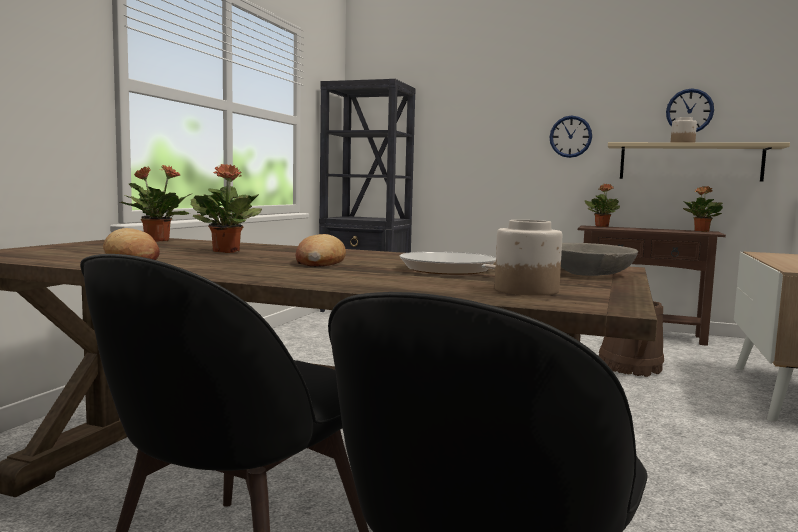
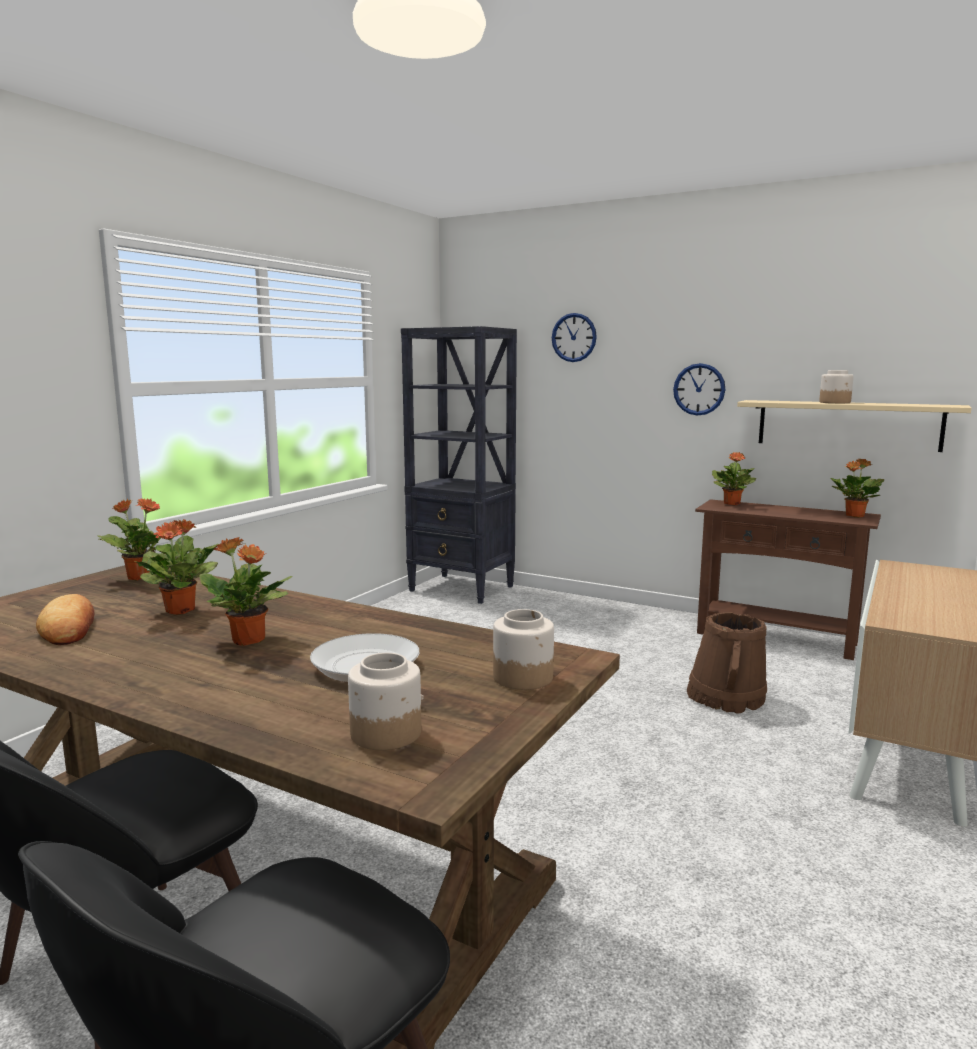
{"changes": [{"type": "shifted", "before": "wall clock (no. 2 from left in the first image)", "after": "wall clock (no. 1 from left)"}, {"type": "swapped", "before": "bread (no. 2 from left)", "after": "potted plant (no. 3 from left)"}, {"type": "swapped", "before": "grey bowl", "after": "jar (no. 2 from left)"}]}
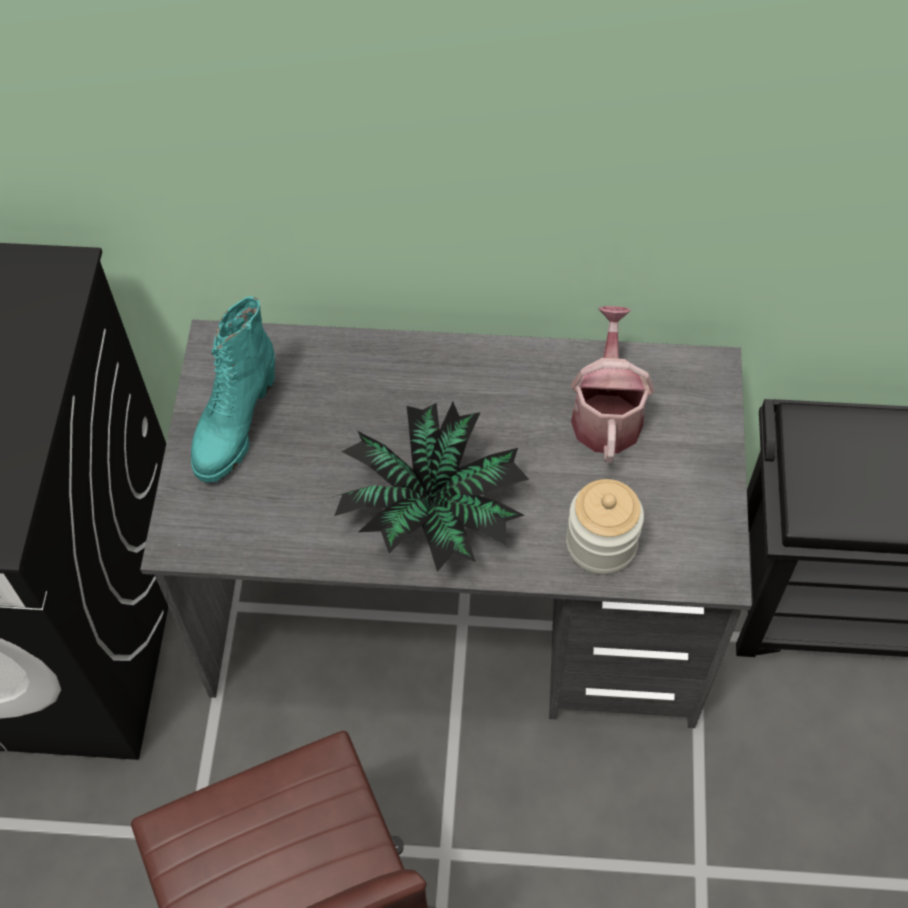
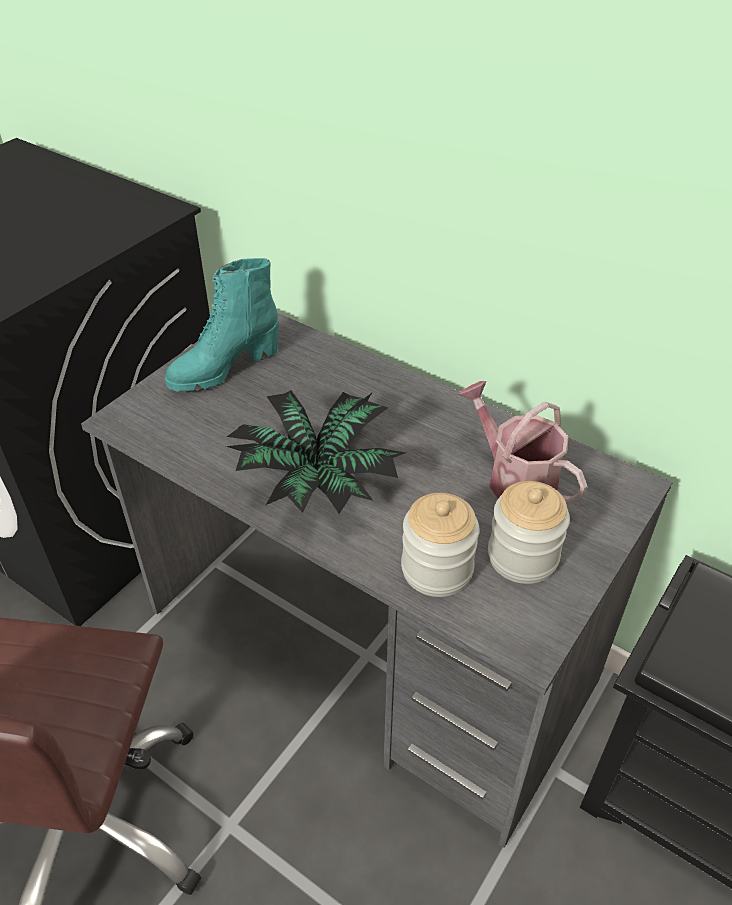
{"changes": [{"type": "new", "after": "jar (no. 2 from left)"}, {"type": "rotated", "before": "watering can", "turn": -75}]}
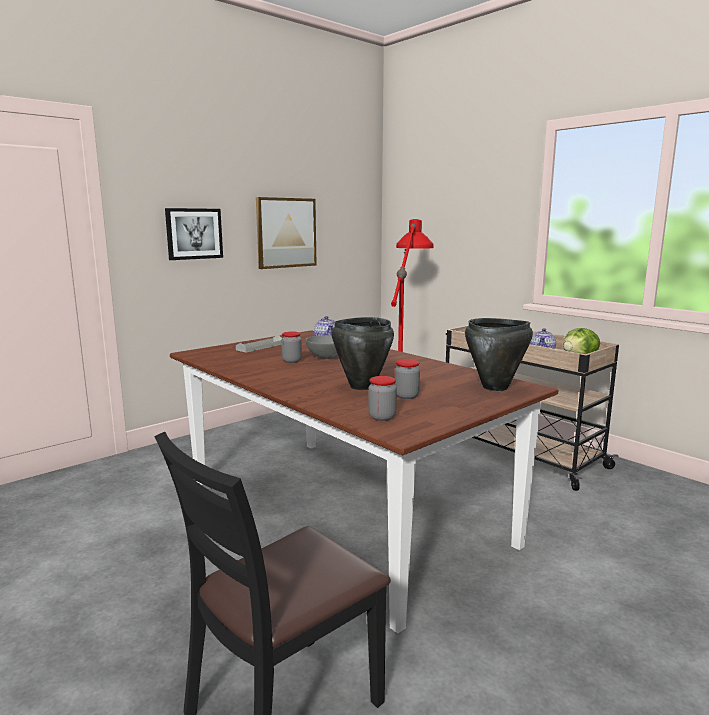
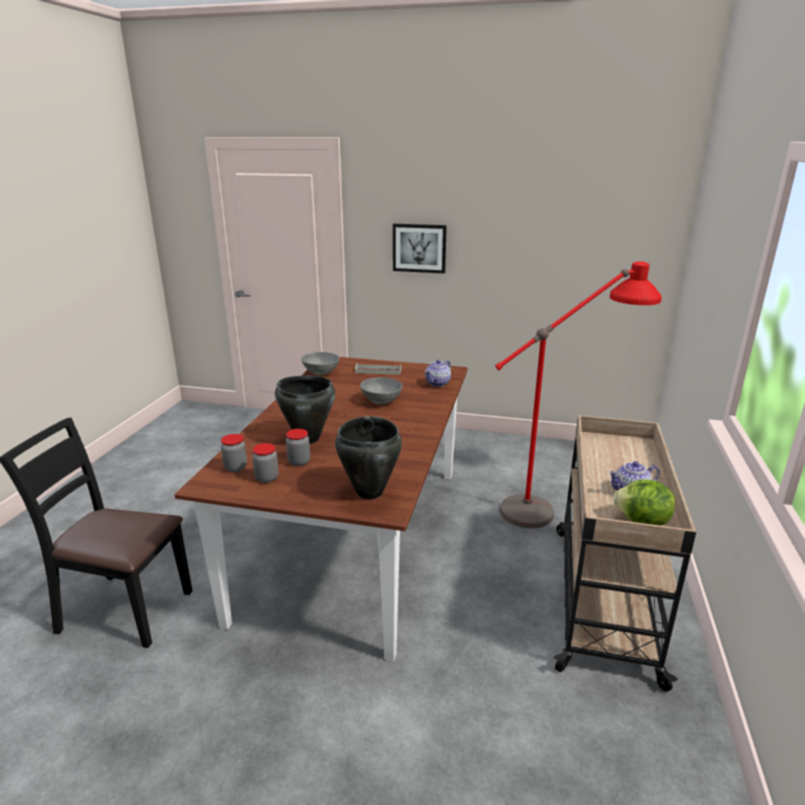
{"changes": [{"type": "gone", "before": "picture (no. 2 from left)"}, {"type": "new", "after": "grey bowl (no. 1 from left)"}, {"type": "shifted", "before": "jar (no. 1 from left in the first image)", "after": "jar (no. 2 from left)"}]}
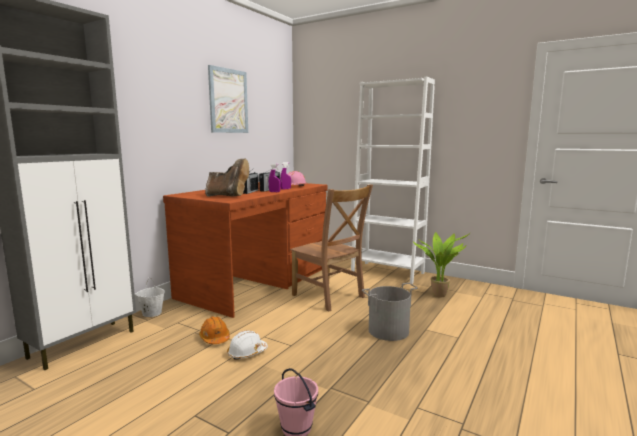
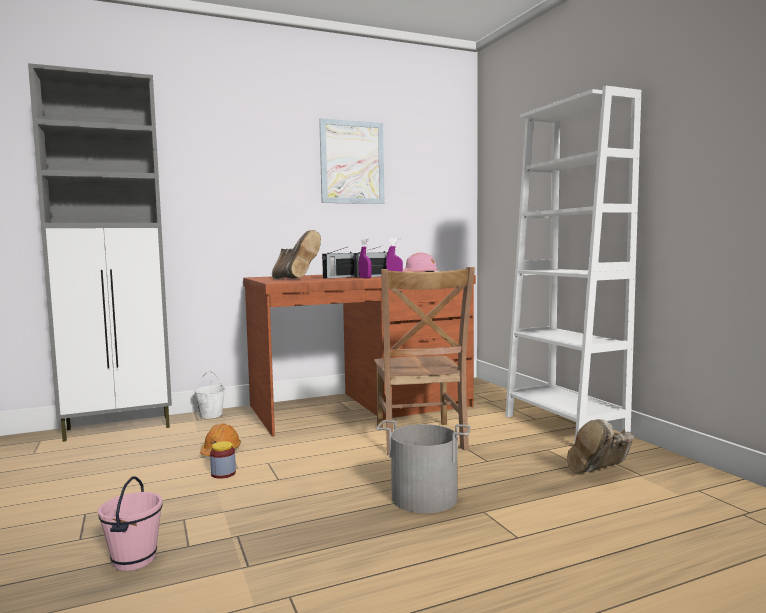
{"changes": [{"type": "swapped", "before": "white hard hat", "after": "jar"}, {"type": "swapped", "before": "potted plant", "after": "brown boot (no. 2 from left)"}]}
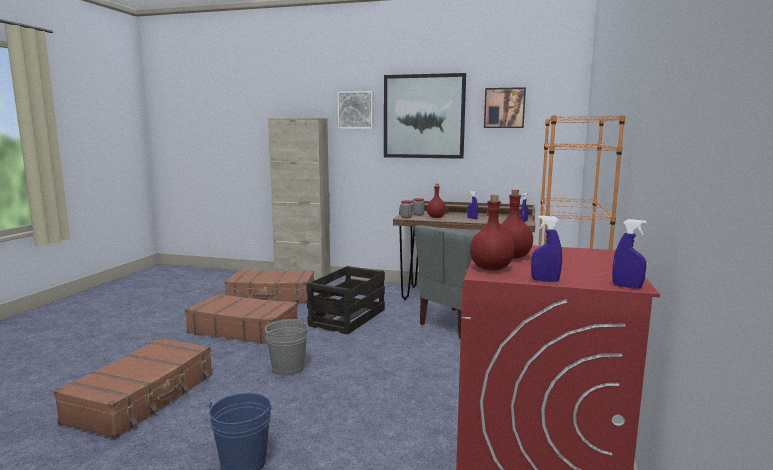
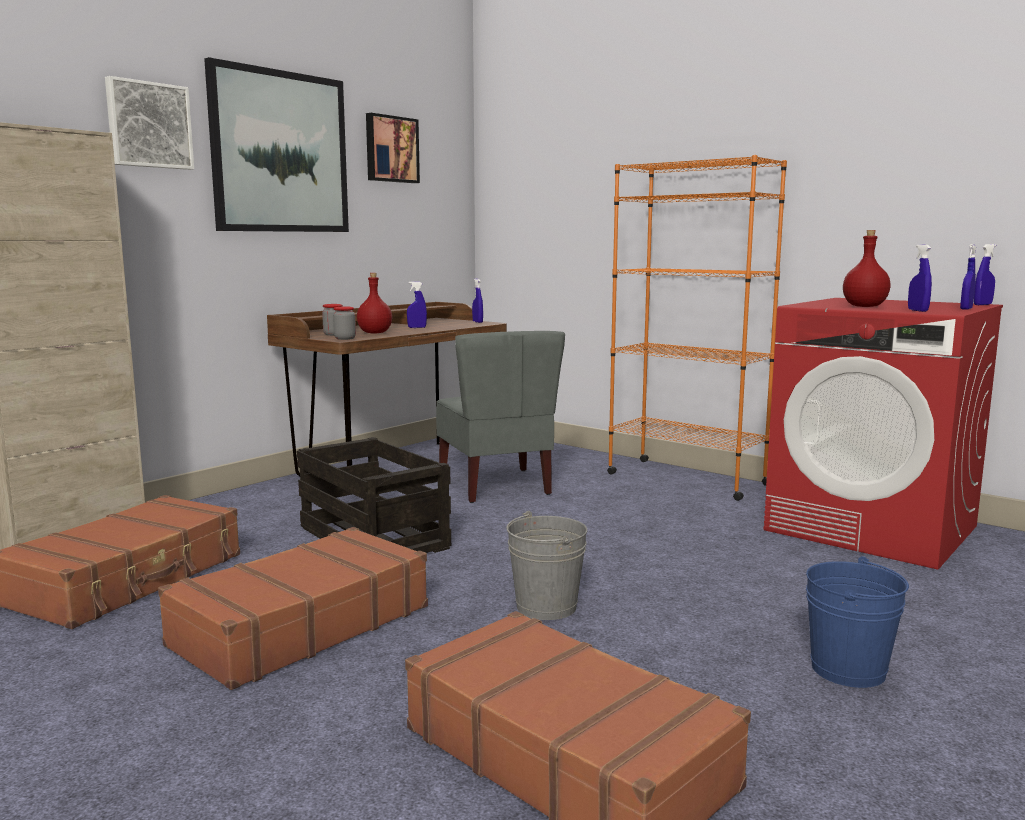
{"changes": [{"type": "swapped", "before": "red bottle (no. 2 from left)", "after": "blue spray bottle (no. 3 from left)"}]}
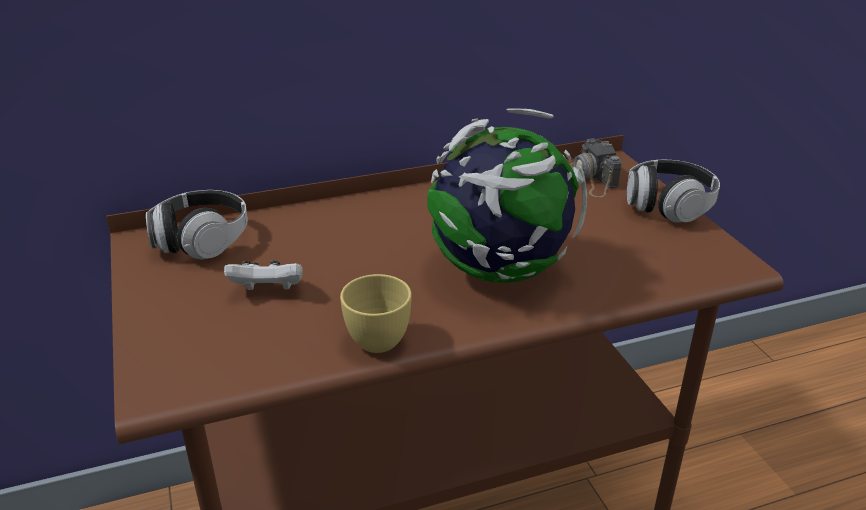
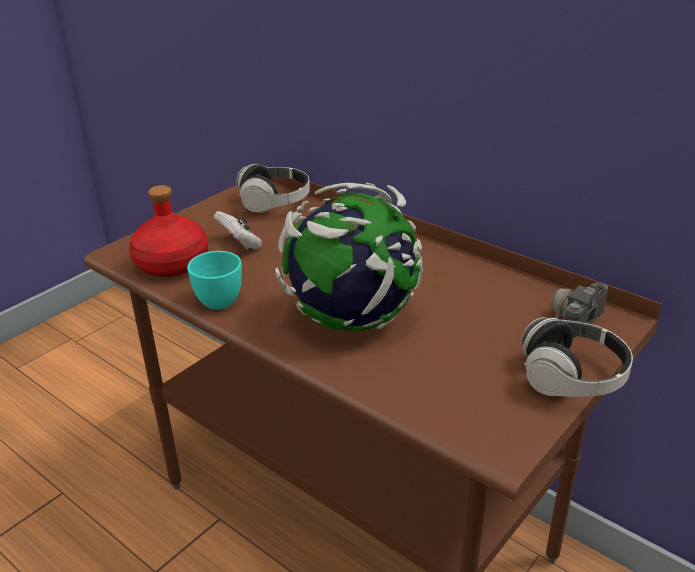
{"changes": [{"type": "new", "after": "red bottle"}, {"type": "repainted", "before": "yellow cup", "after": "turquoise cup"}]}
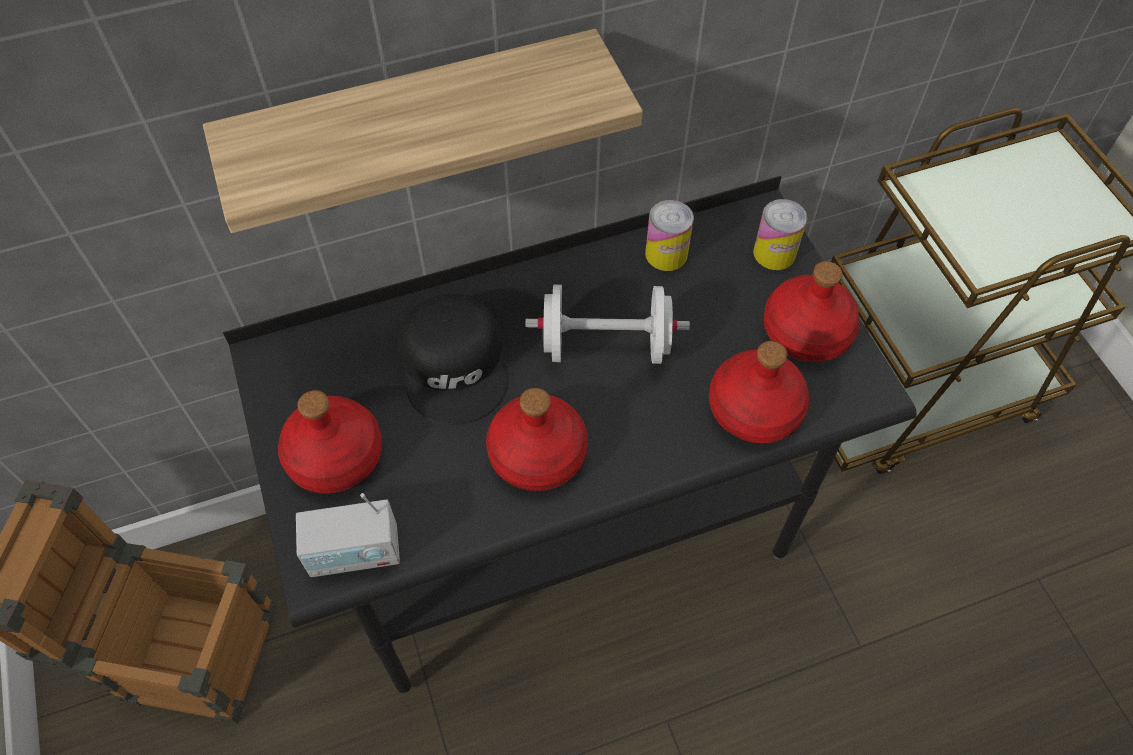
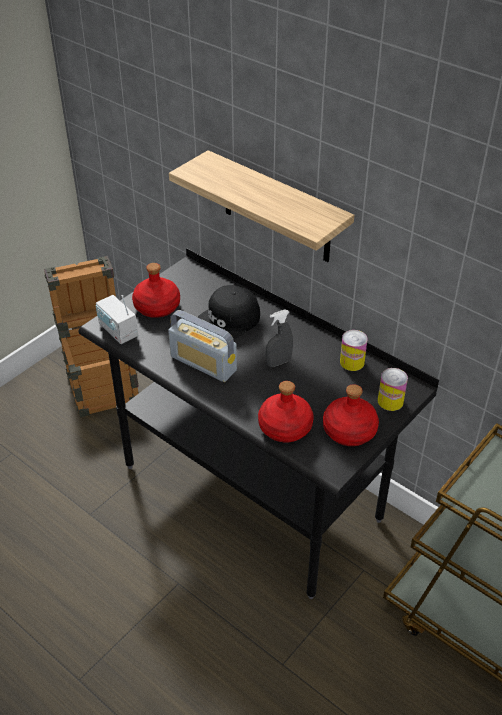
{"changes": [{"type": "swapped", "before": "red bottle (no. 2 from left)", "after": "radio (no. 2 from left)"}, {"type": "swapped", "before": "white dumbbell", "after": "grey spray bottle"}]}
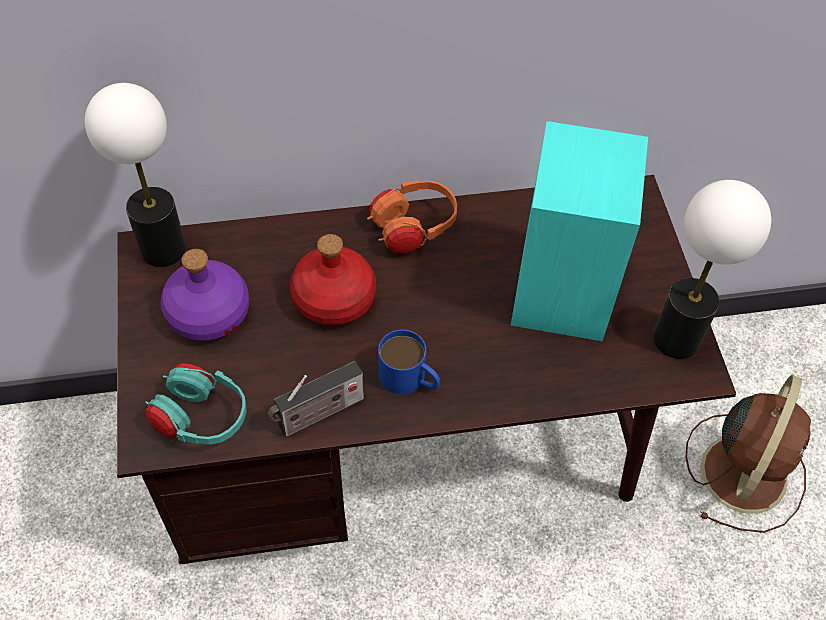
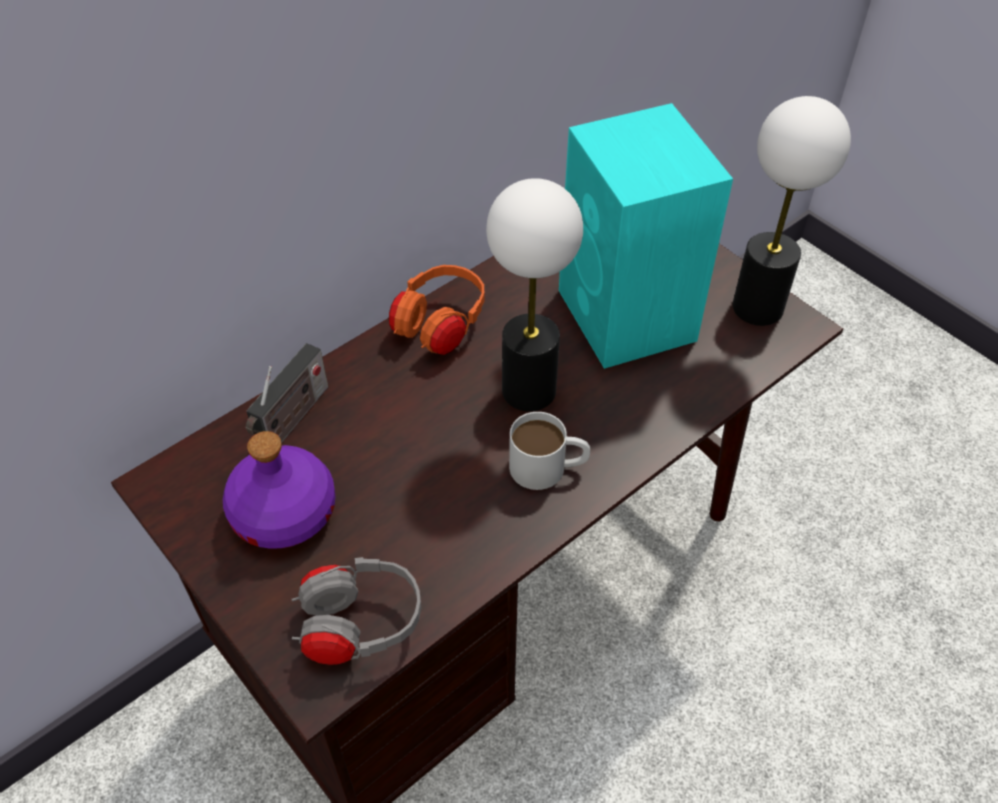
{"changes": [{"type": "gone", "before": "red bottle"}, {"type": "gone", "before": "brown fan"}, {"type": "shifted", "before": "table lamp (no. 1 from left)"}, {"type": "shifted", "before": "radio"}, {"type": "repainted", "before": "turquoise headphones", "after": "grey headphones"}, {"type": "repainted", "before": "blue mug", "after": "white mug"}]}
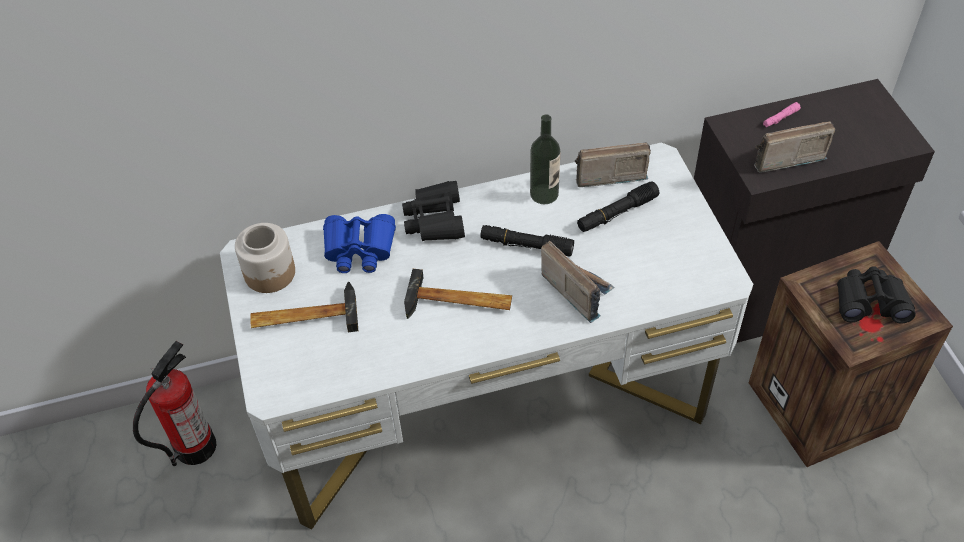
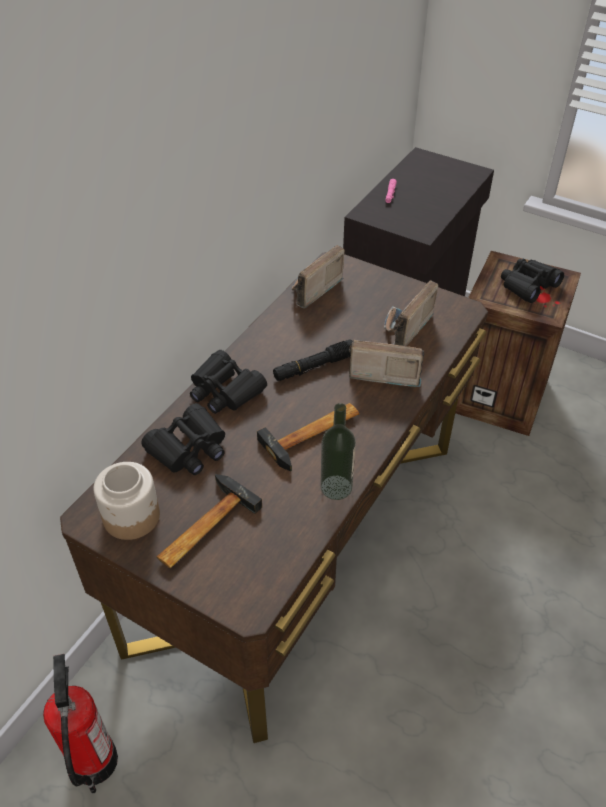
{"changes": [{"type": "gone", "before": "black flashlight (no. 2 from left)"}, {"type": "shifted", "before": "bottle"}, {"type": "shifted", "before": "radio (no. 3 from left)"}, {"type": "repainted", "before": "white desk", "after": "brown desk"}, {"type": "repainted", "before": "blue binoculars", "after": "black binoculars (no. 1 from left)"}]}
